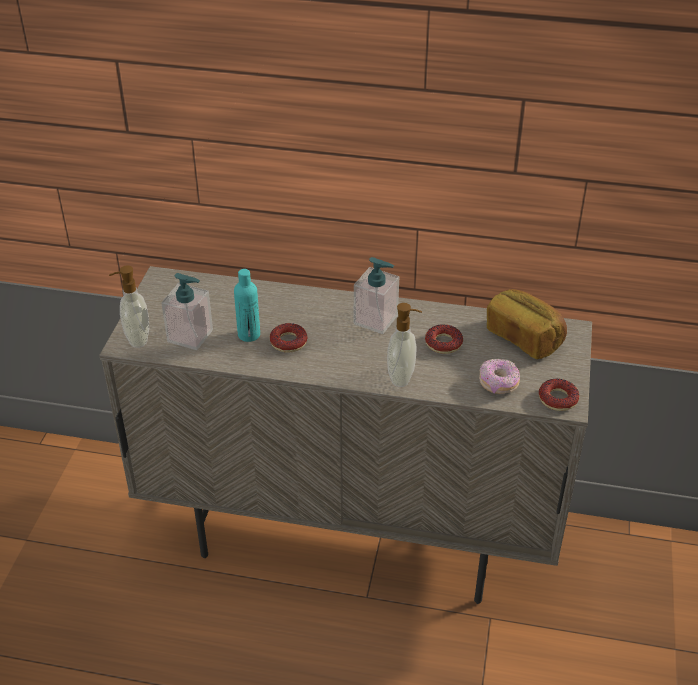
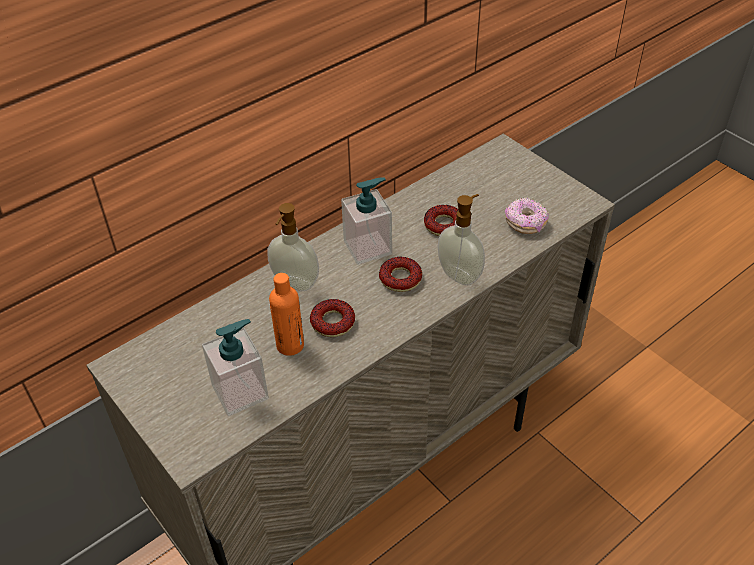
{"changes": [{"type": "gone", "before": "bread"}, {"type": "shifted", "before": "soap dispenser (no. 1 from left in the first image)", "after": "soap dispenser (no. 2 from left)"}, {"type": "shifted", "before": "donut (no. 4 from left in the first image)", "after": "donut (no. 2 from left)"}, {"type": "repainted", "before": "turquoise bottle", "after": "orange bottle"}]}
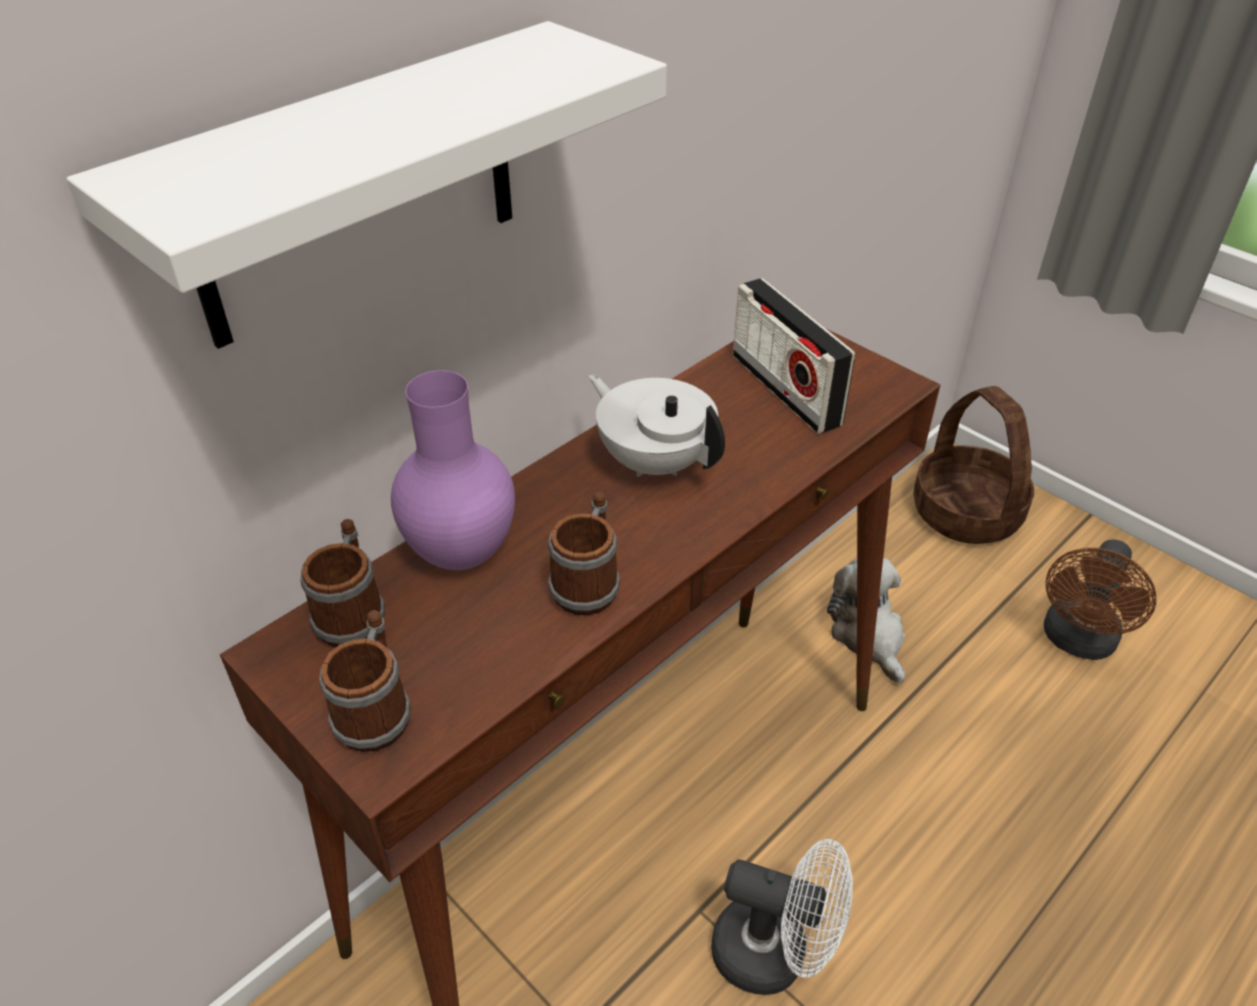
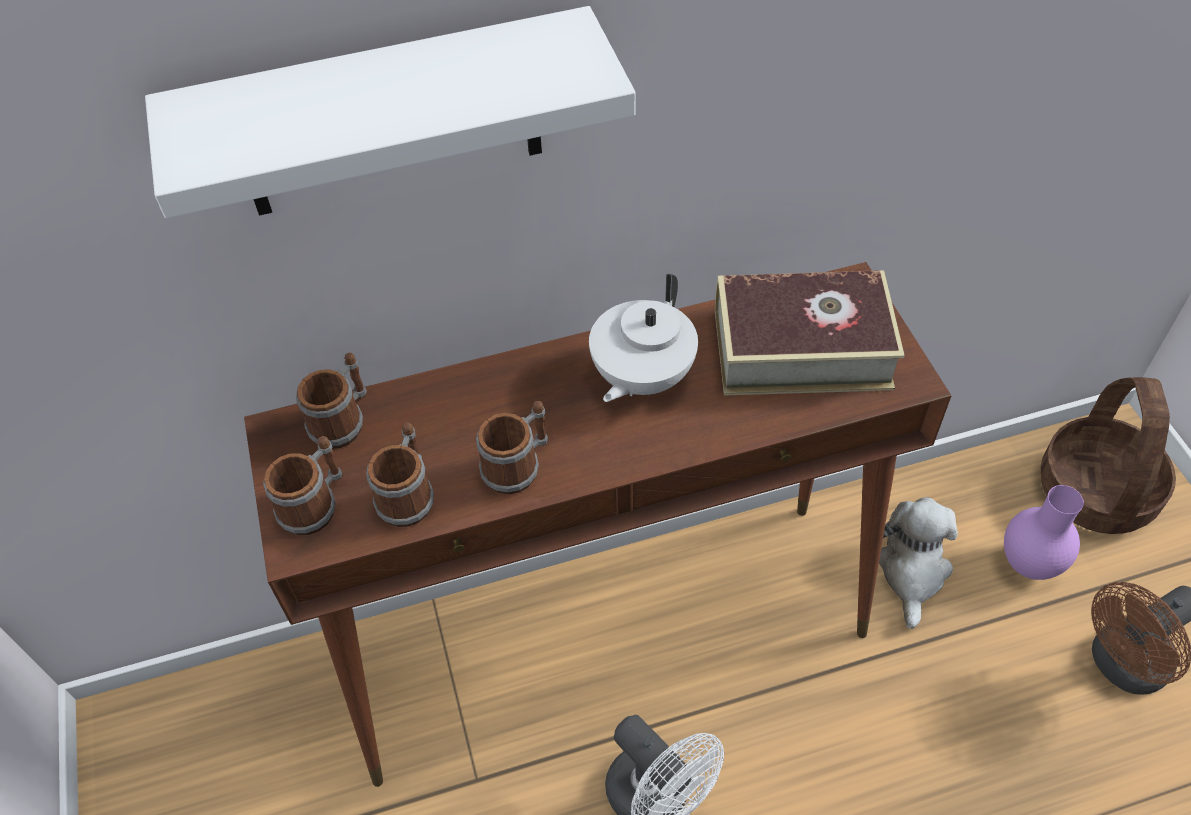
{"changes": [{"type": "new", "after": "mug (no. 3 from left)"}, {"type": "shifted", "before": "purple vase"}, {"type": "swapped", "before": "radio", "after": "book"}, {"type": "rotated", "before": "white teapot", "turn": -135}]}
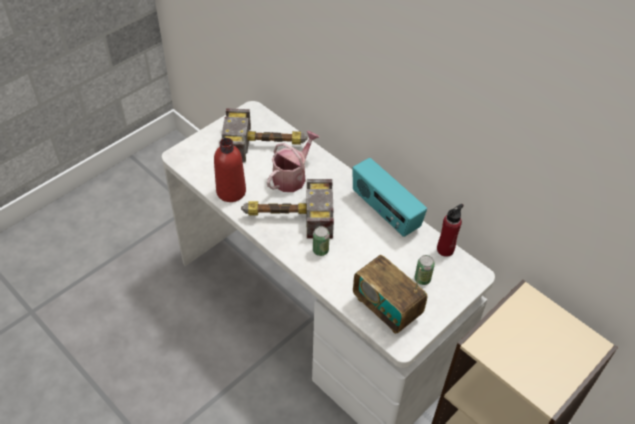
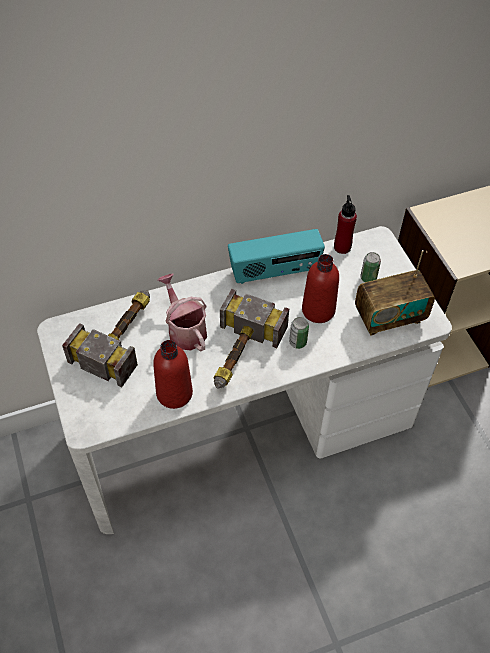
{"changes": [{"type": "new", "after": "red bottle (no. 2 from left)"}]}
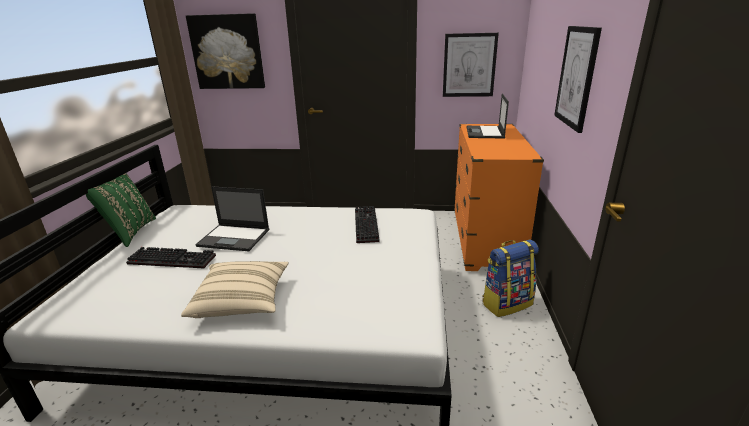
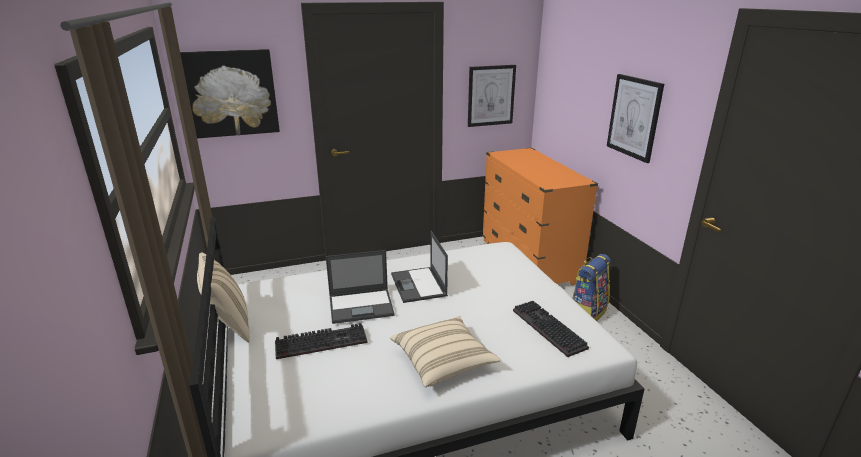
{"changes": [{"type": "shifted", "before": "keyboard (no. 2 from left)"}, {"type": "shifted", "before": "laptop (no. 2 from left)"}, {"type": "repainted", "before": "green pillow", "after": "beige pillow (no. 1 from left)"}]}
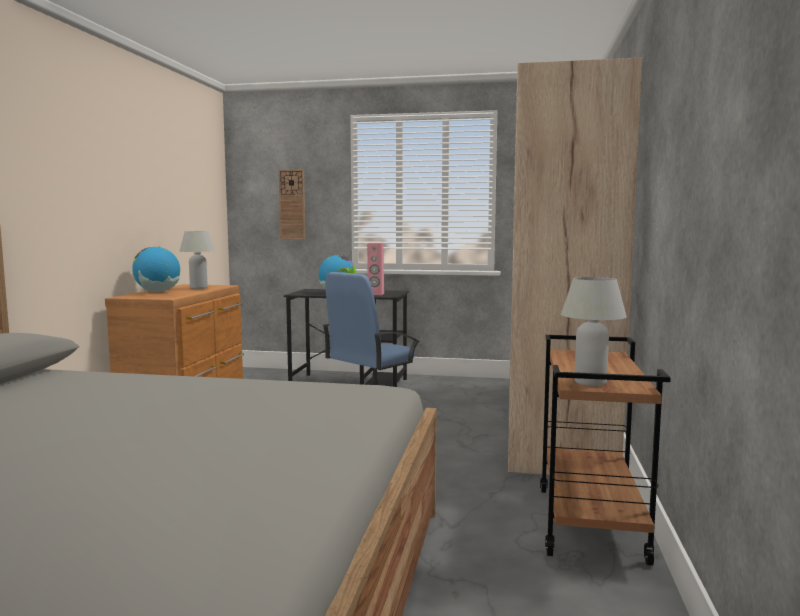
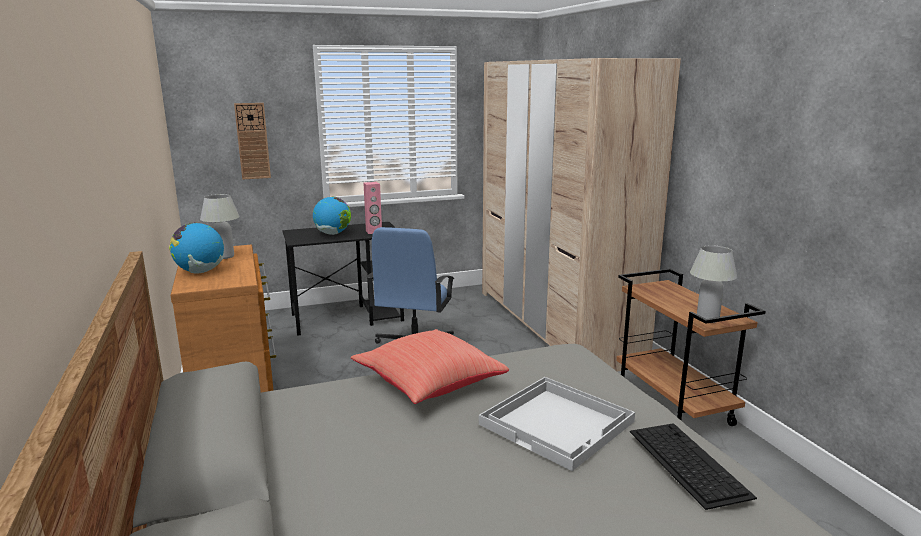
{"changes": [{"type": "new", "after": "red pillow"}, {"type": "new", "after": "white tray"}, {"type": "new", "after": "keyboard"}]}
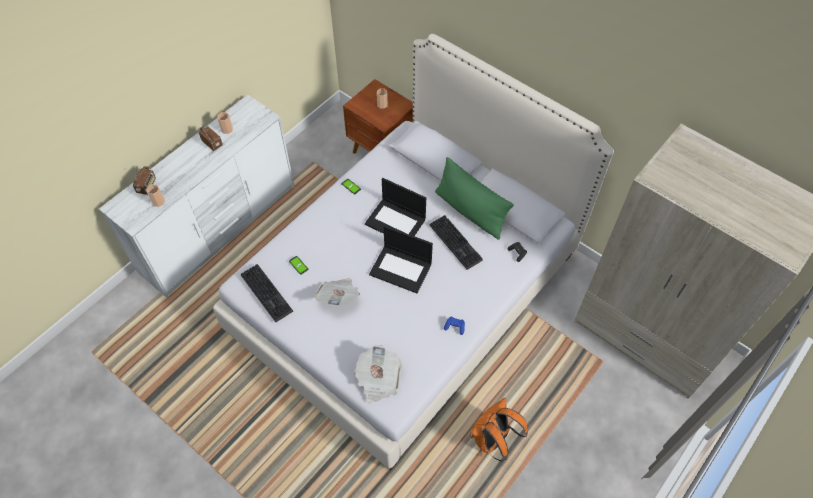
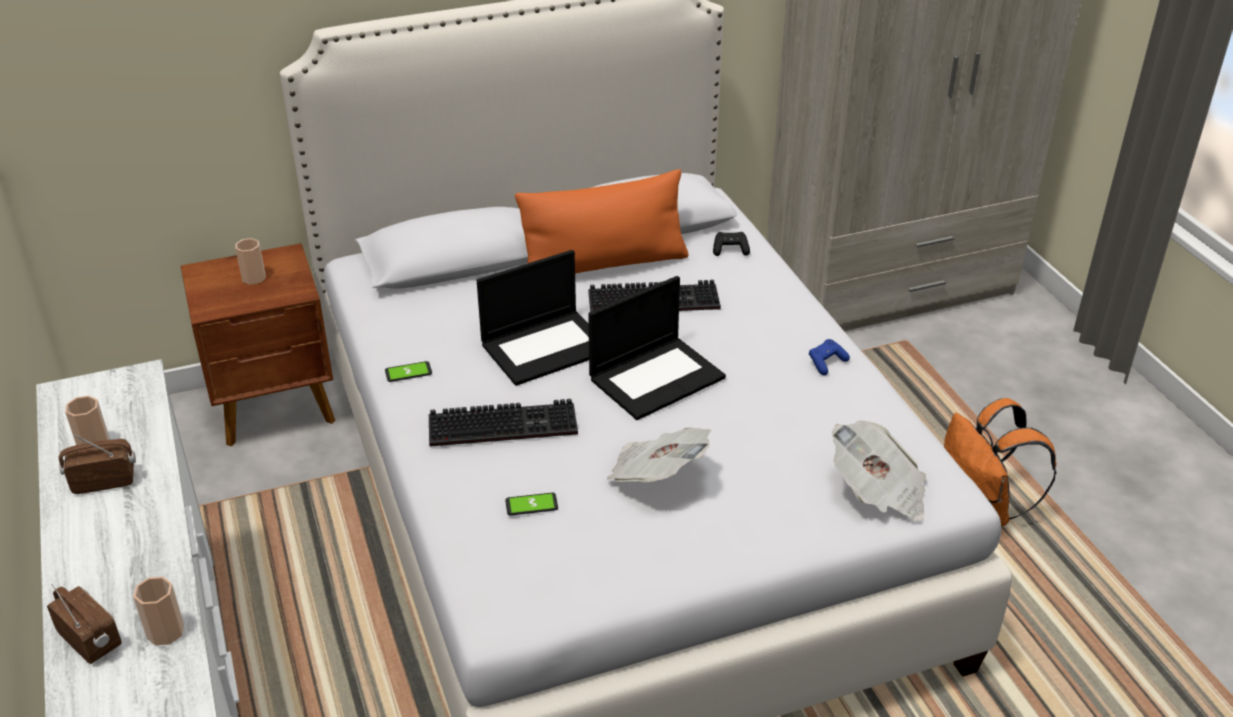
{"changes": [{"type": "shifted", "before": "keyboard (no. 1 from left)"}, {"type": "repainted", "before": "green pillow", "after": "orange pillow"}]}
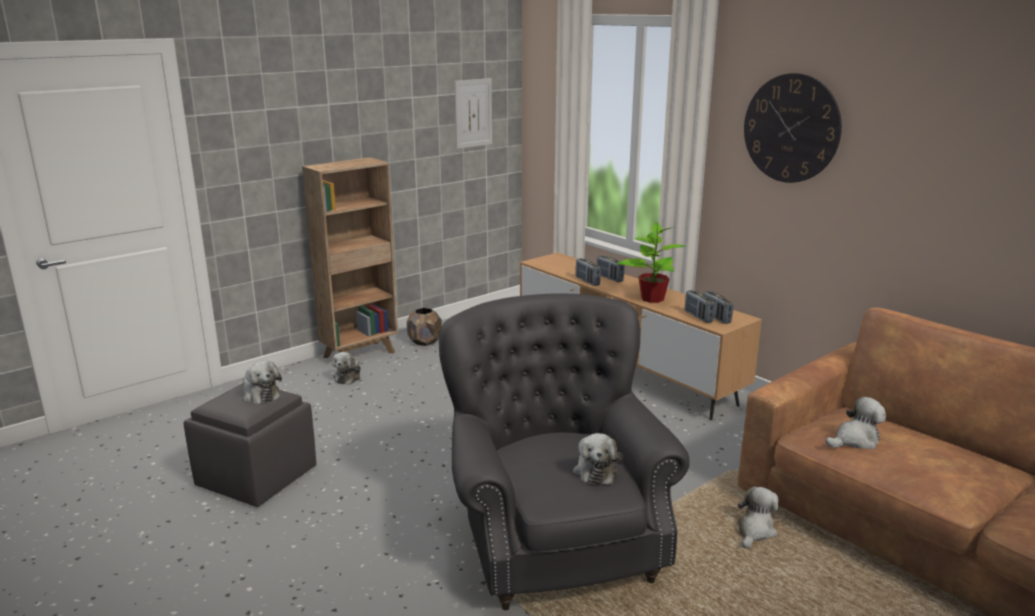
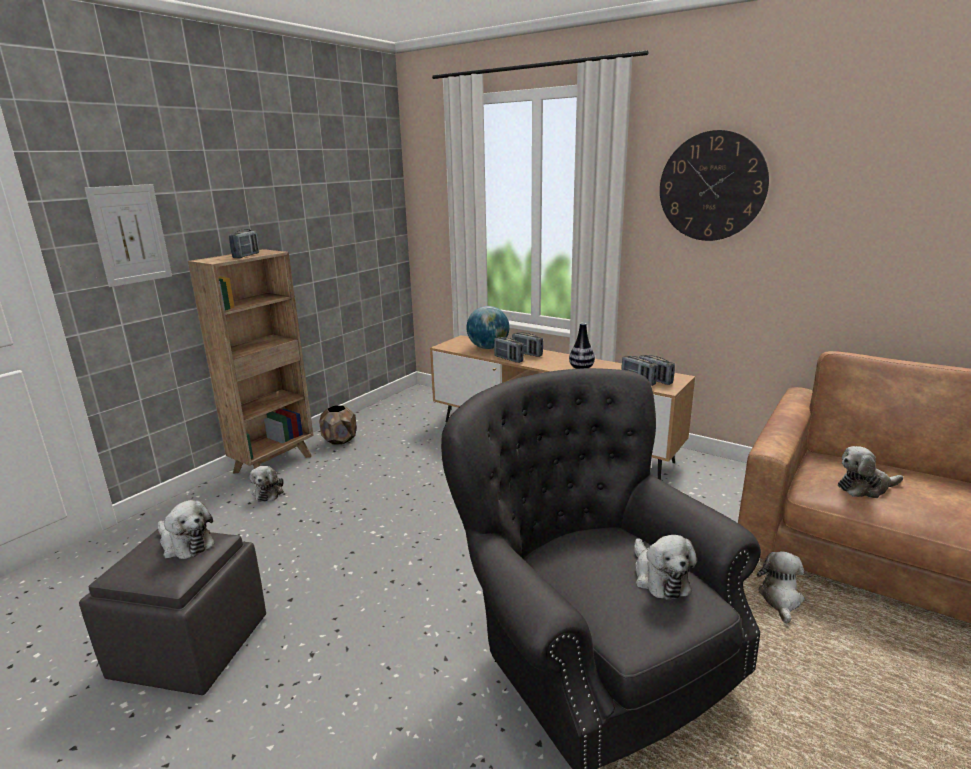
{"changes": [{"type": "new", "after": "radio (no. 1 from left)"}, {"type": "new", "after": "globe"}, {"type": "shifted", "before": "picture"}, {"type": "swapped", "before": "potted plant", "after": "vase"}, {"type": "rotated", "before": "plush toy (no. 5 from left)", "turn": -150}]}
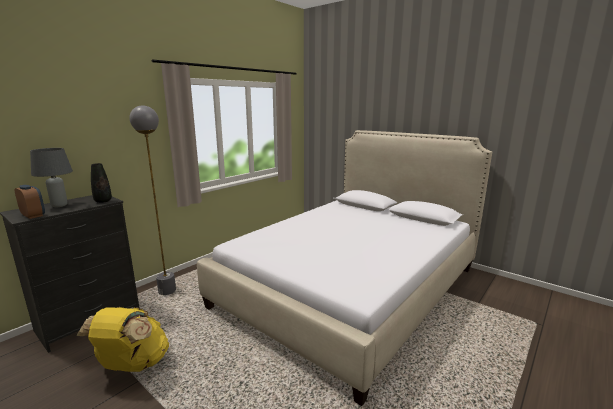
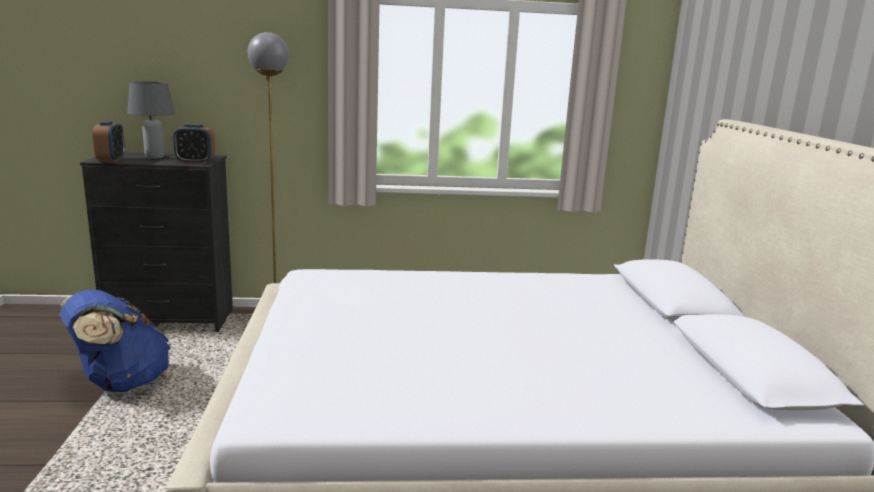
{"changes": [{"type": "swapped", "before": "black vase", "after": "alarm clock (no. 2 from left)"}, {"type": "repainted", "before": "yellow backpack", "after": "blue backpack"}]}
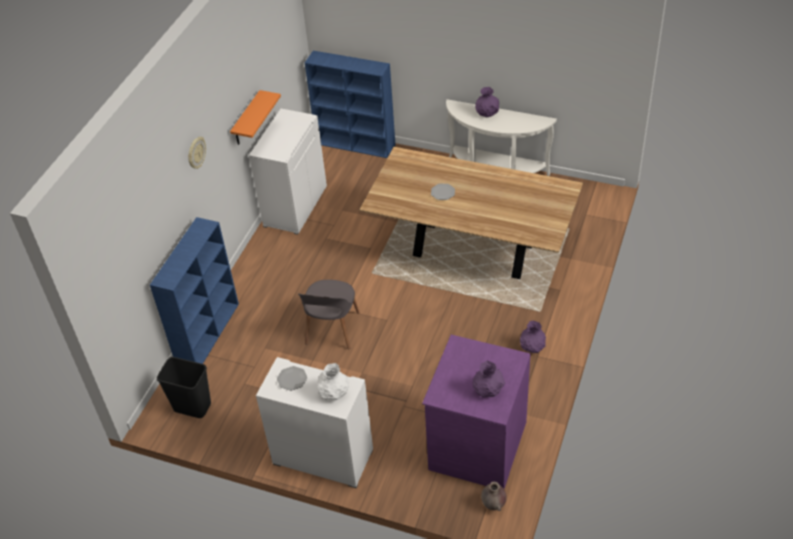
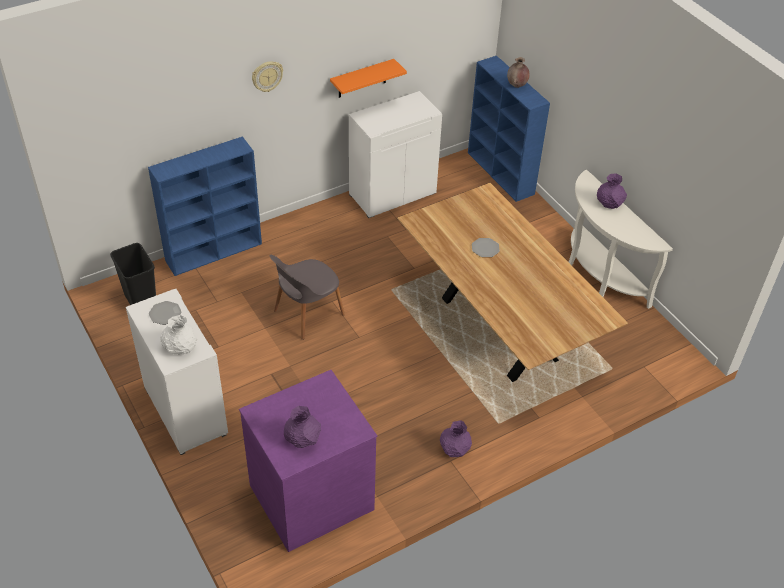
{"changes": [{"type": "shifted", "before": "brown vase"}]}
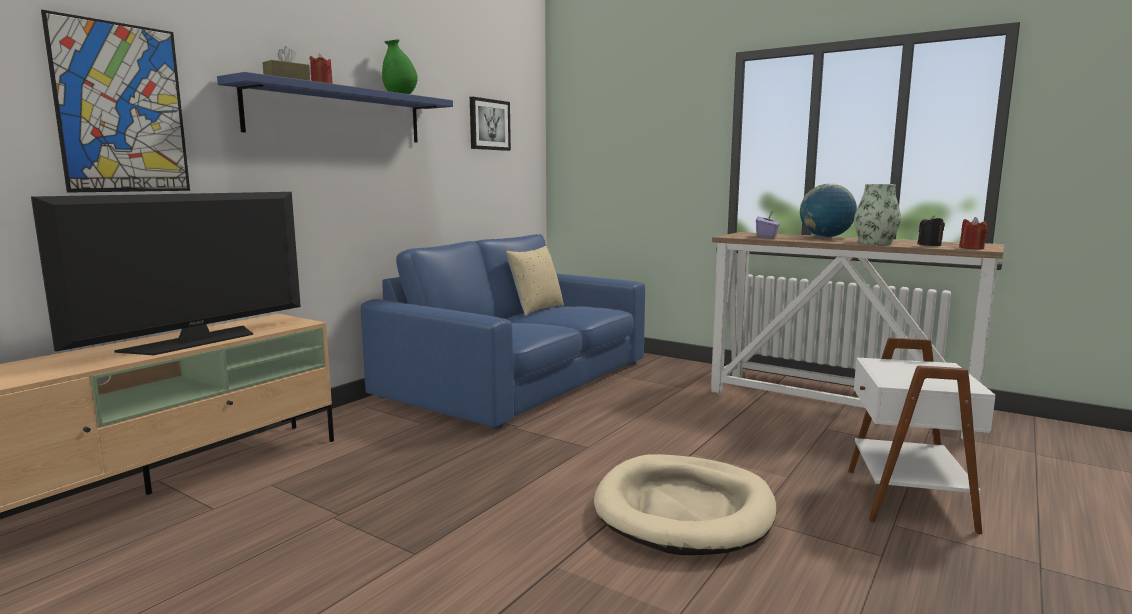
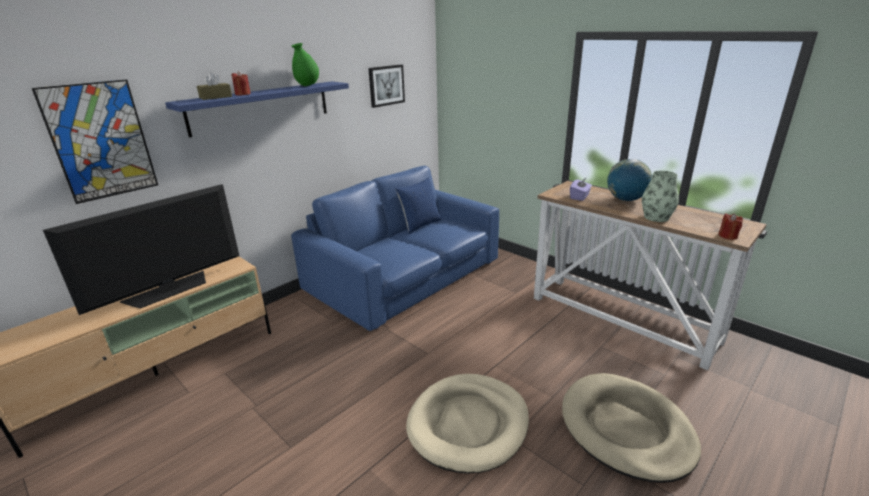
{"changes": [{"type": "gone", "before": "black candle"}, {"type": "swapped", "before": "white side table", "after": "beige dog bed (no. 2 from left)"}, {"type": "repainted", "before": "beige pillow", "after": "blue pillow"}]}
